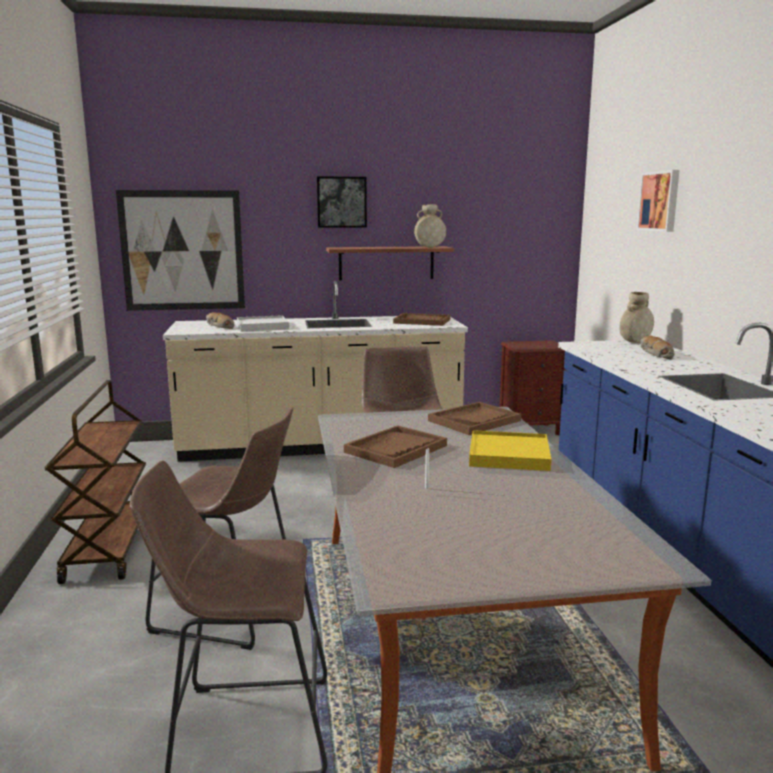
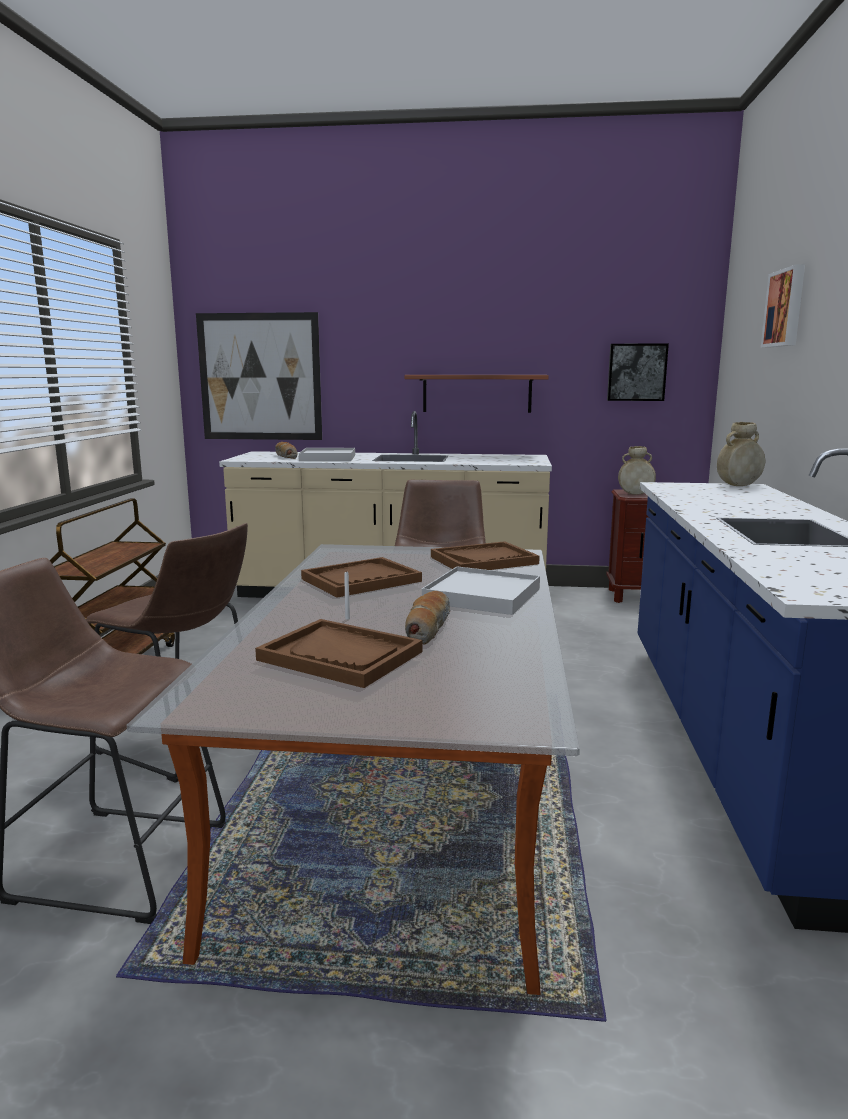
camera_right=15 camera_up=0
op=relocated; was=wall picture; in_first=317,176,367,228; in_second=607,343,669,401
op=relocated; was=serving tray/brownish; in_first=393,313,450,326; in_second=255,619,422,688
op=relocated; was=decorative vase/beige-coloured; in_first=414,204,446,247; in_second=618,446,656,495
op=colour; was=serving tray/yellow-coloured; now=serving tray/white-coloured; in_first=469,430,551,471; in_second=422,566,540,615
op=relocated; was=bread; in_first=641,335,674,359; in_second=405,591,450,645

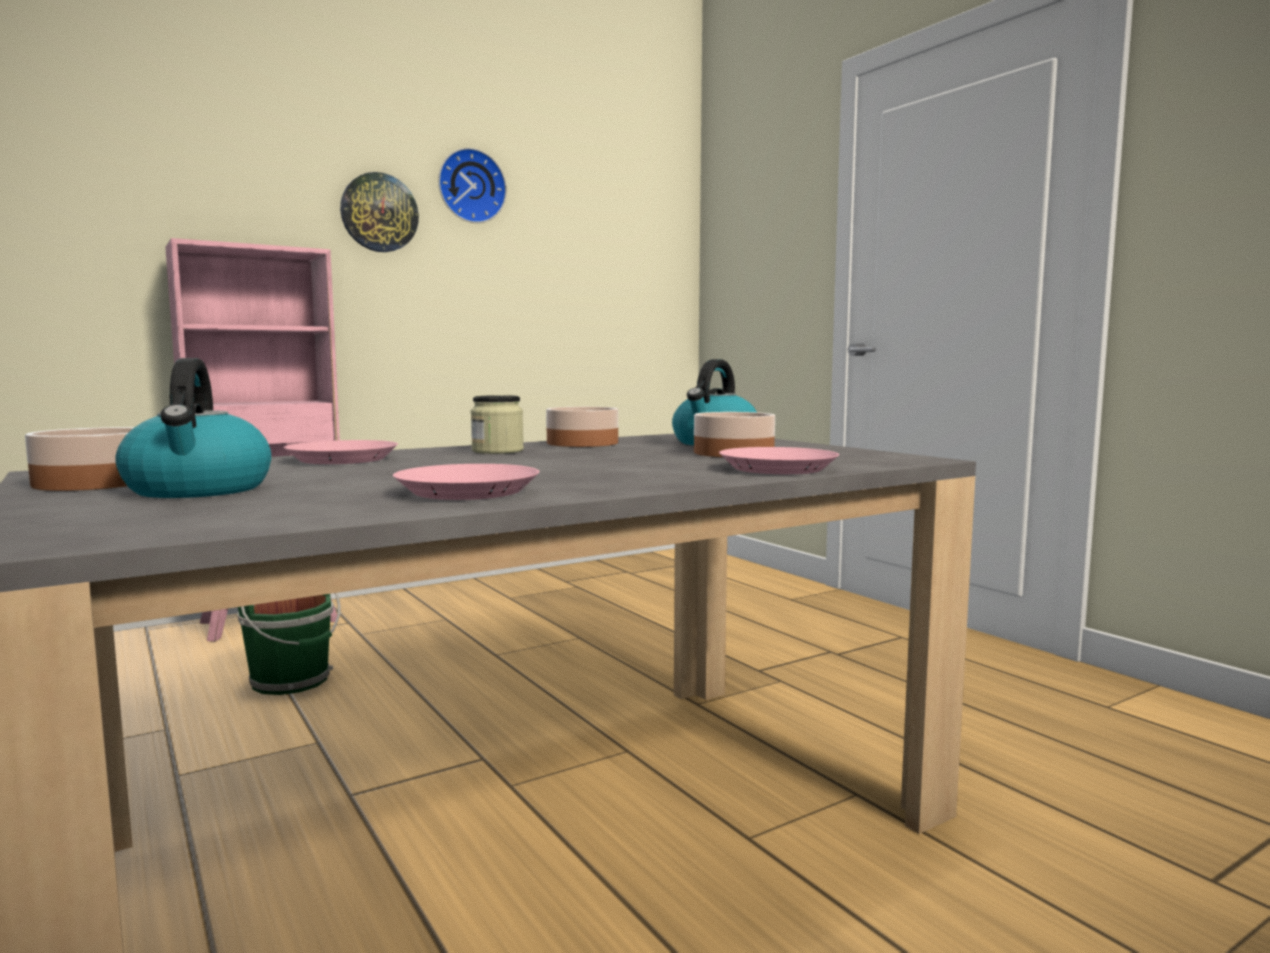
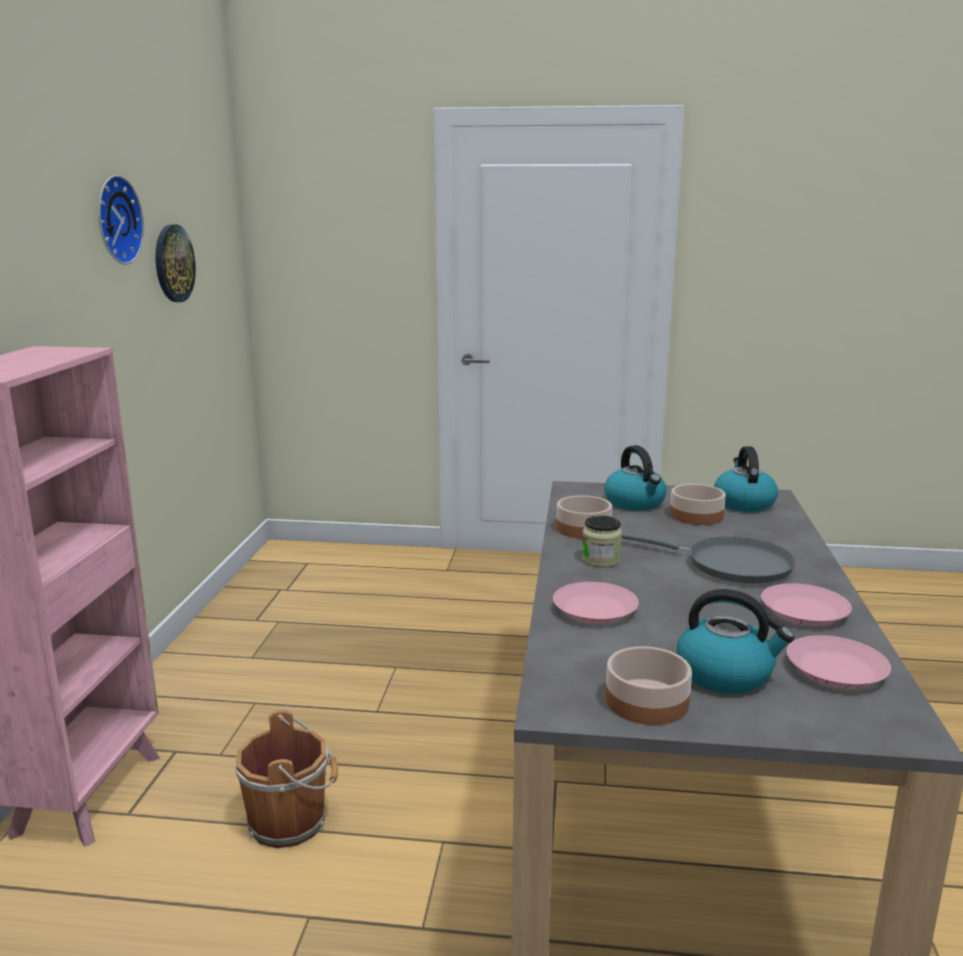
camera_right=-50 camera_up=10
op=colour; was=bucket/green-coloured; now=bucket/brownish; in_first=237,593,341,695; in_second=235,710,338,848
op=relocated; was=hanging clock; in_first=340,172,419,252; in_second=155,224,196,302
op=relocated; was=dinner plate/pink; in_first=719,447,839,474; in_second=787,635,891,689
op=appeared; now=pan/gray; in_second=622,532,796,584
op=appeared; now=tea kettle; in_second=714,446,778,512

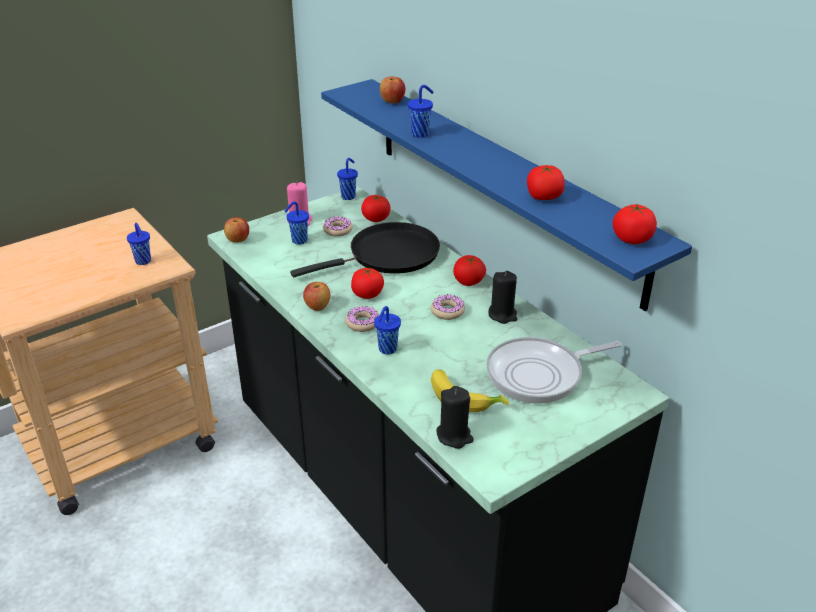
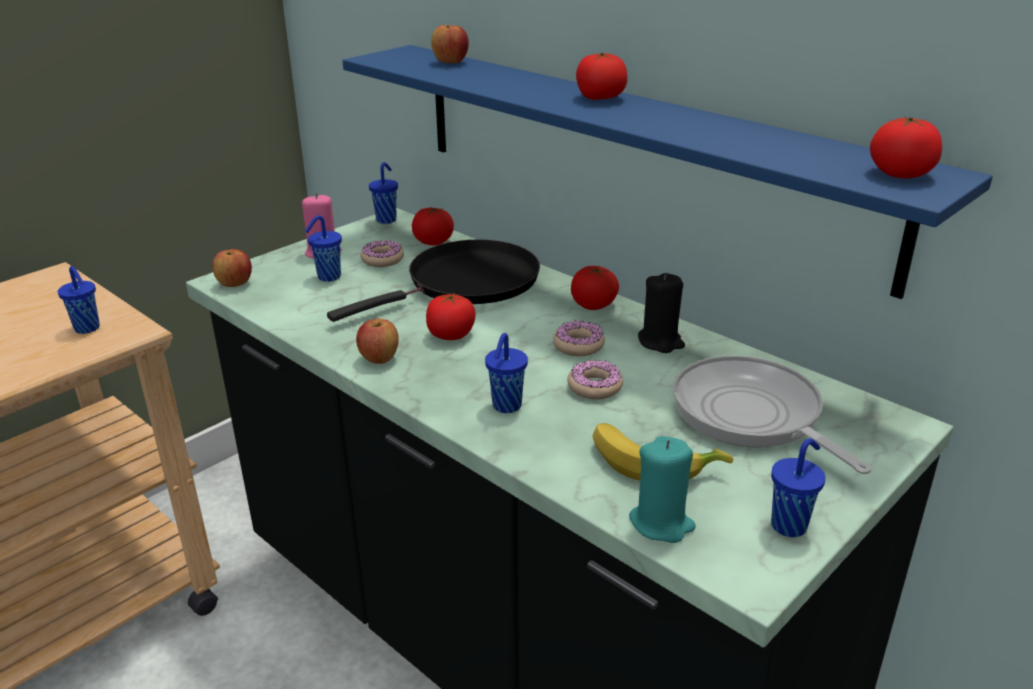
camera_right=-10 camera_up=-5
op=relocated; was=donut; in_first=345,306,379,332; in_second=567,360,623,399
op=relocated; was=cup/blue; in_first=408,85,433,138; in_second=771,438,826,537
op=colour; was=wax light/black-coloured; now=wax light/turquoise; in_first=436,386,474,449; in_second=629,436,696,543
op=spun; was=pan; in_first=486,337,622,404; in_second=673,355,872,474; clockwise=90
op=relocated; was=fresh tomato; in_first=527,165,565,200; in_second=576,53,627,100

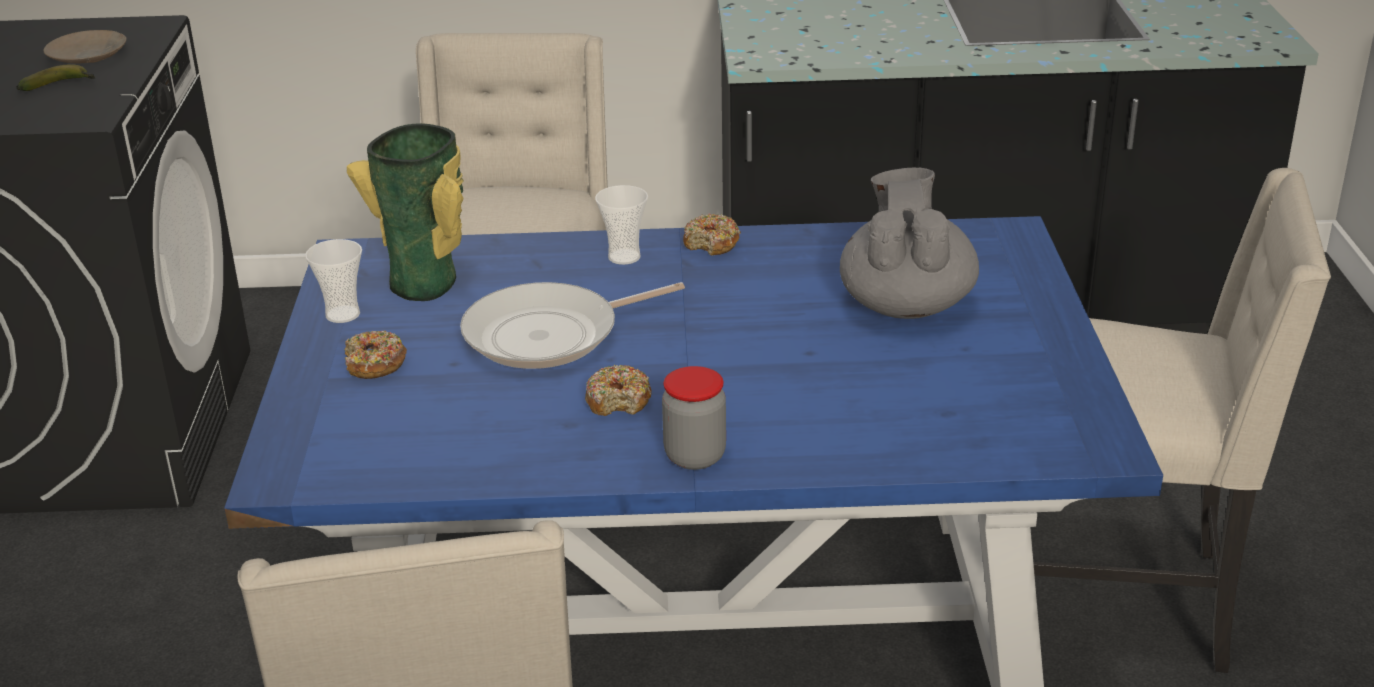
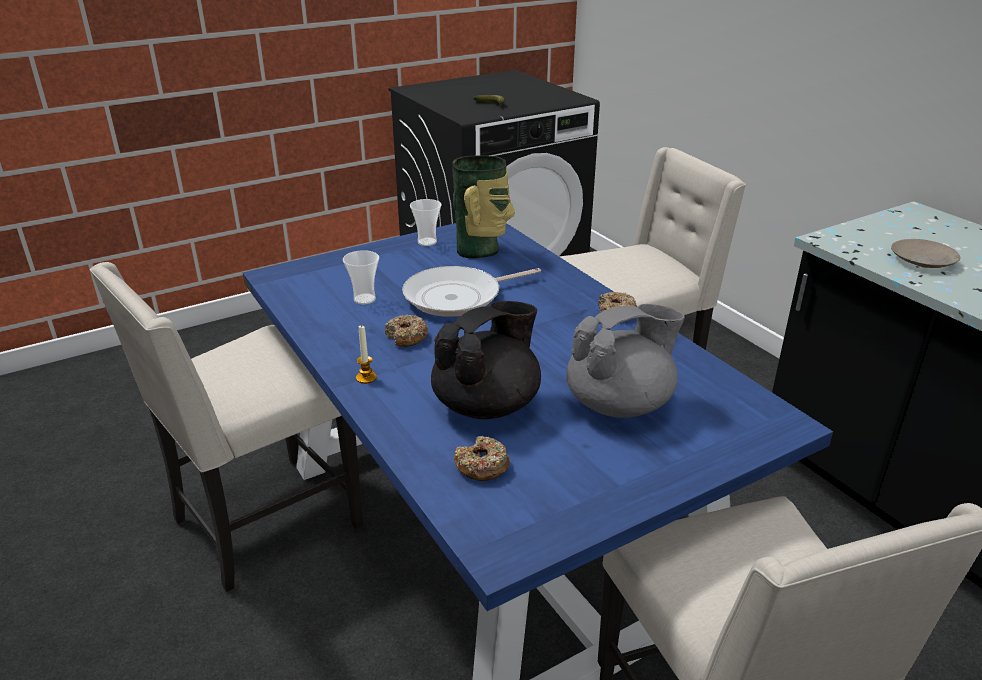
camera_right=60 camera_up=0
op=relocated; was=dinner plate/beige-coloured; in_first=44,30,126,63; in_second=891,239,960,268
op=relocated; was=donut; in_first=345,330,407,379; in_second=454,436,509,481
op=spun; was=pan; in_first=460,282,685,369; in_second=402,266,541,317; clockwise=-60
op=relocated; was=cup; in_first=595,185,648,265; in_second=343,250,379,305
op=exchanged; was=preserve jar; now=wax light; in_first=662,366,726,470; in_second=356,325,377,384
op=appeared; now=teapot/black-coloured; in_second=431,301,541,419

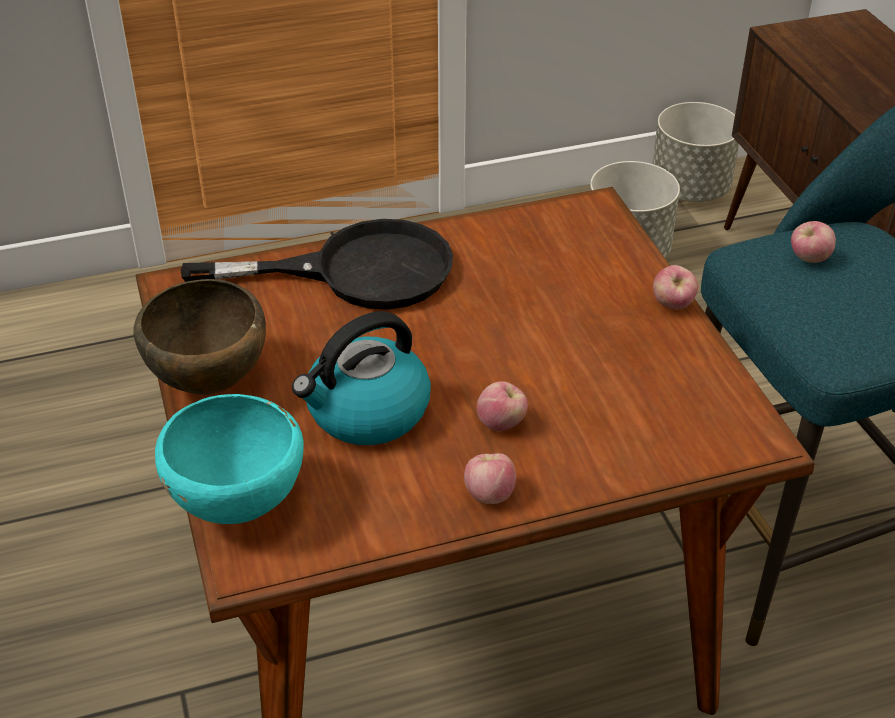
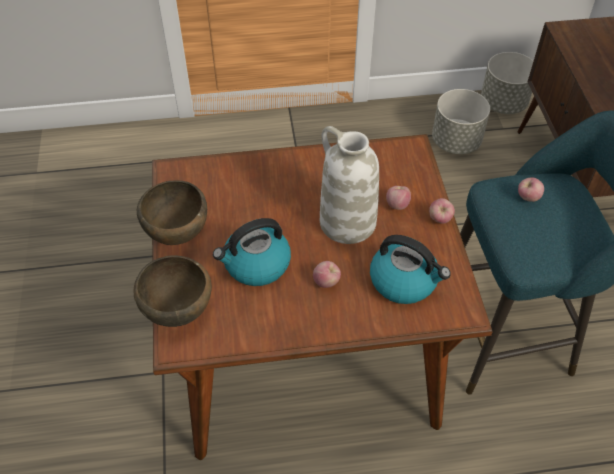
camera_right=10 camera_up=10
op=colour; was=serving bowl/turquoise; now=serving bowl/brownish; in_first=155,394,304,524; in_second=134,256,212,327
op=missing; was=pan/black-coloured; in_first=181,219,453,310
op=relocated; was=apple fruit; in_first=464,453,516,504; in_second=386,186,411,210
op=appeared; now=decorative vase/white-coloured; in_second=320,126,379,244
op=appeared; now=tea kettle; in_second=370,235,451,304

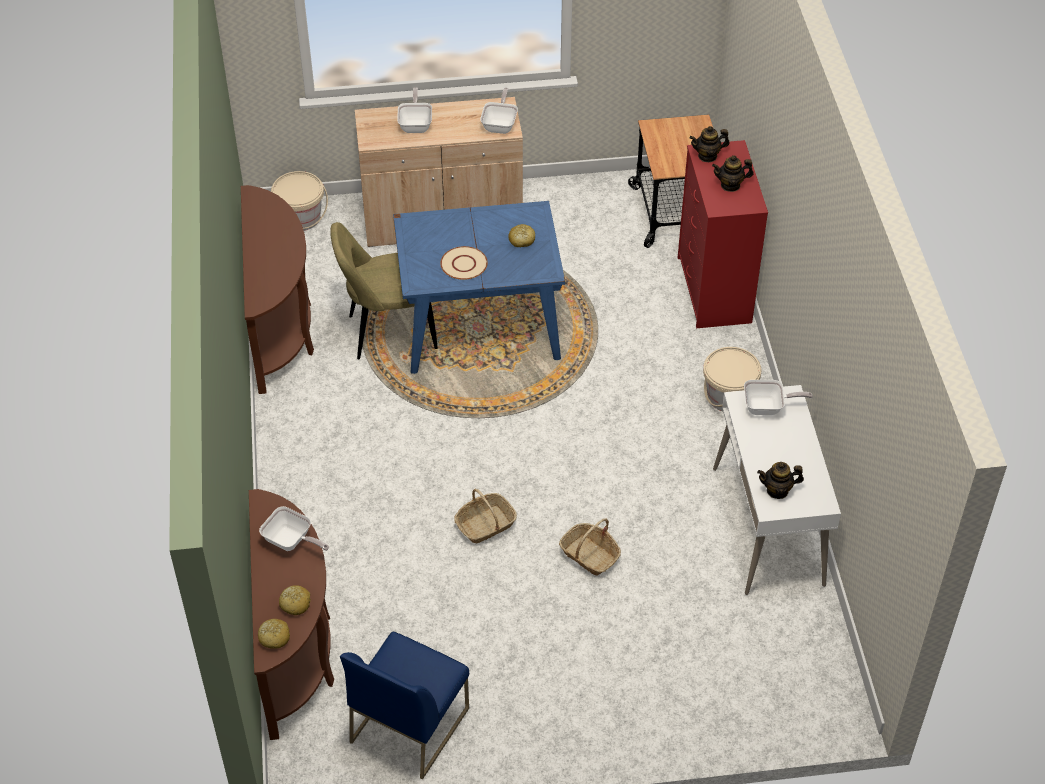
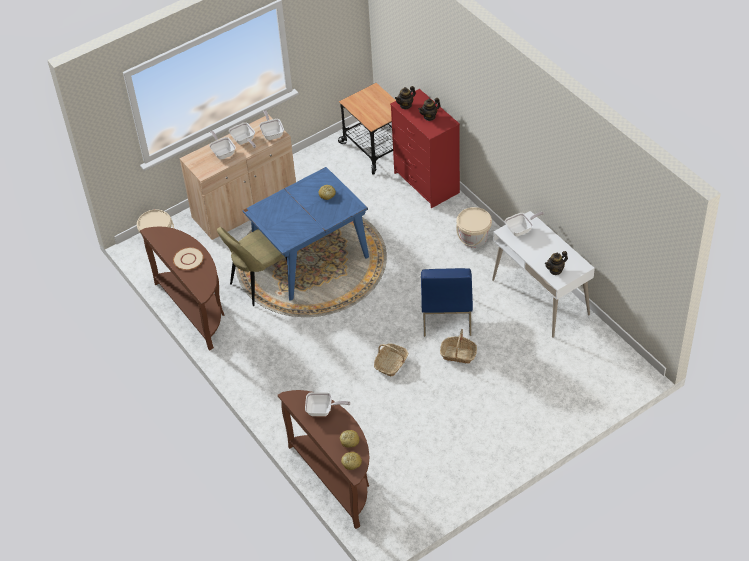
camera_right=-25 camera_up=0
op=relocated; was=chair/blue; in_first=340,632,469,779; in_second=421,268,473,337
op=relocated; was=dinner plate/beige-coloured; in_first=440,246,488,280; in_second=173,247,204,270
op=appeared; now=pan; in_second=229,122,256,148

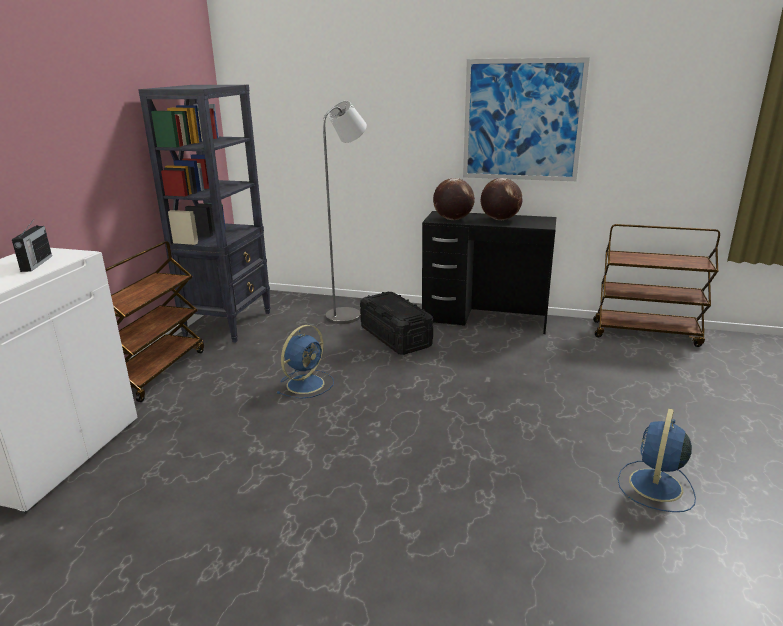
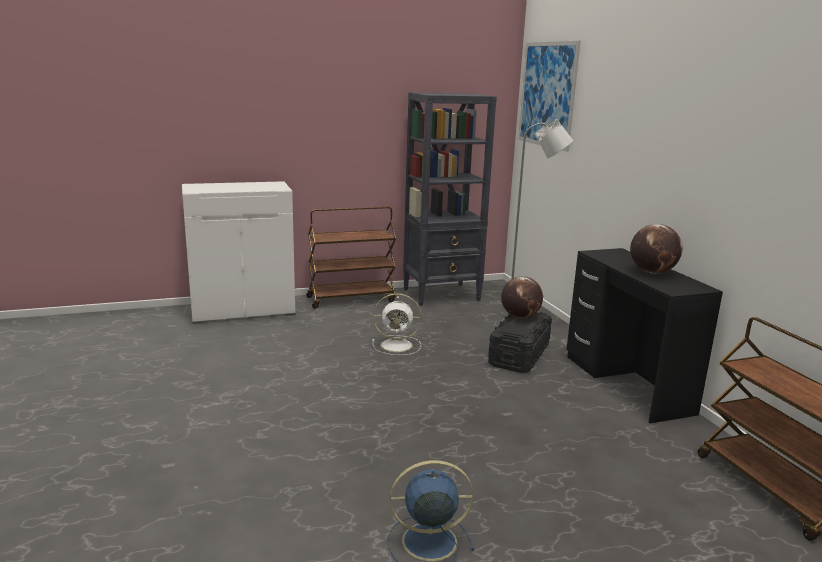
camera_right=55 camera_up=-5
op=missing; was=radio set; in_first=12,218,52,272
op=colour; was=fan/blue; now=fan/white-coloured; in_first=276,325,334,399; in_second=372,293,422,355
op=relocated; was=globe; in_first=433,178,475,220; in_second=501,276,543,318
op=relocated; was=wall picture; in_first=463,57,590,181; in_second=518,41,581,152

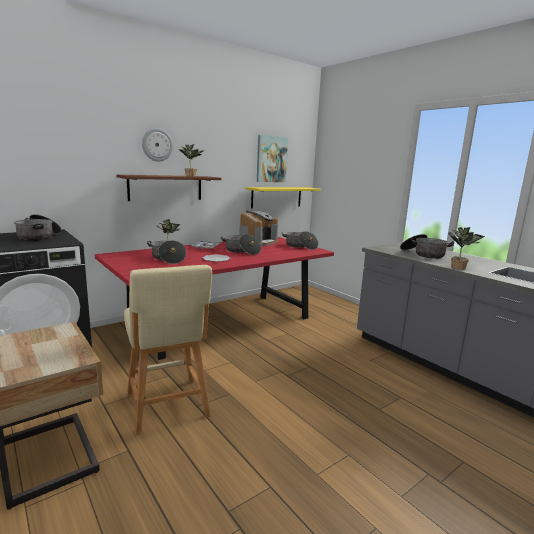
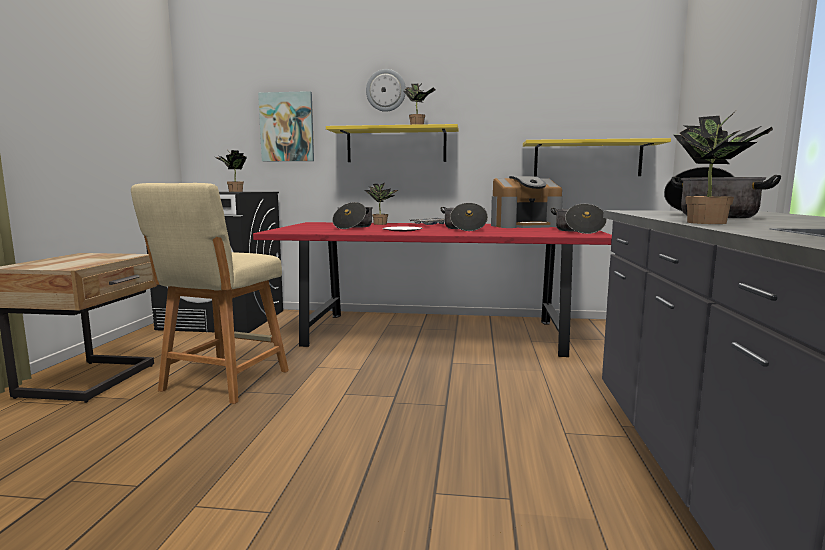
camera_right=45 camera_up=-5
op=exchanged; was=cooking pot; now=potted plant; in_first=14,214,62,241; in_second=215,150,247,192
op=colour; was=bracket shelf/brownish; now=bracket shelf/yellow-coloured; in_first=116,175,221,201; in_second=326,124,459,162
op=relocated; was=wall picture; in_first=257,135,288,182; in_second=258,91,314,161

